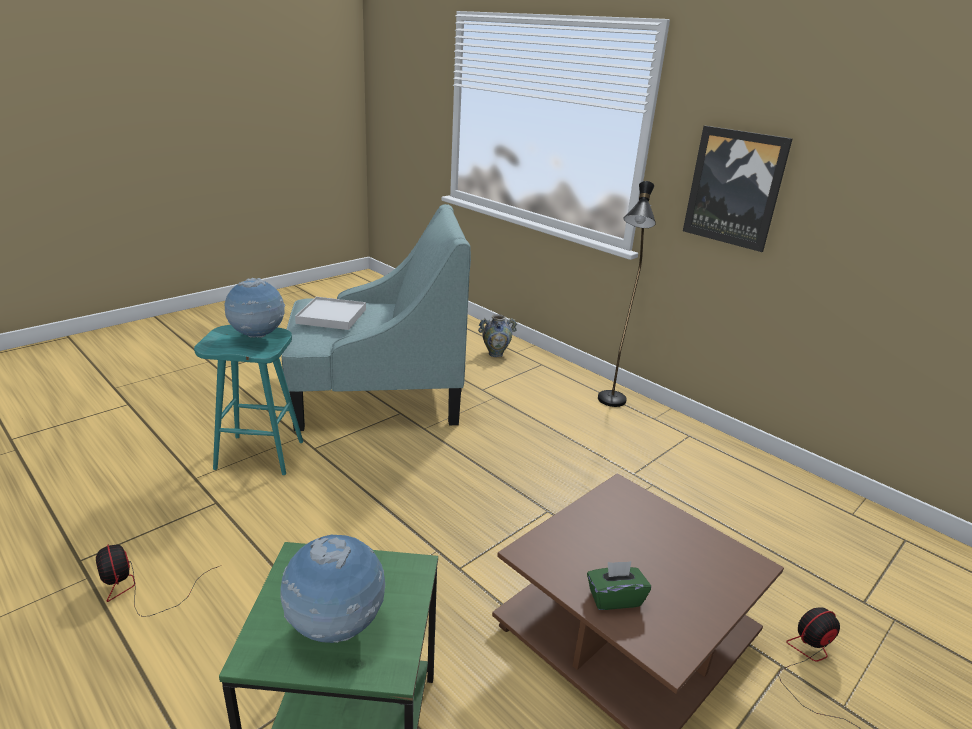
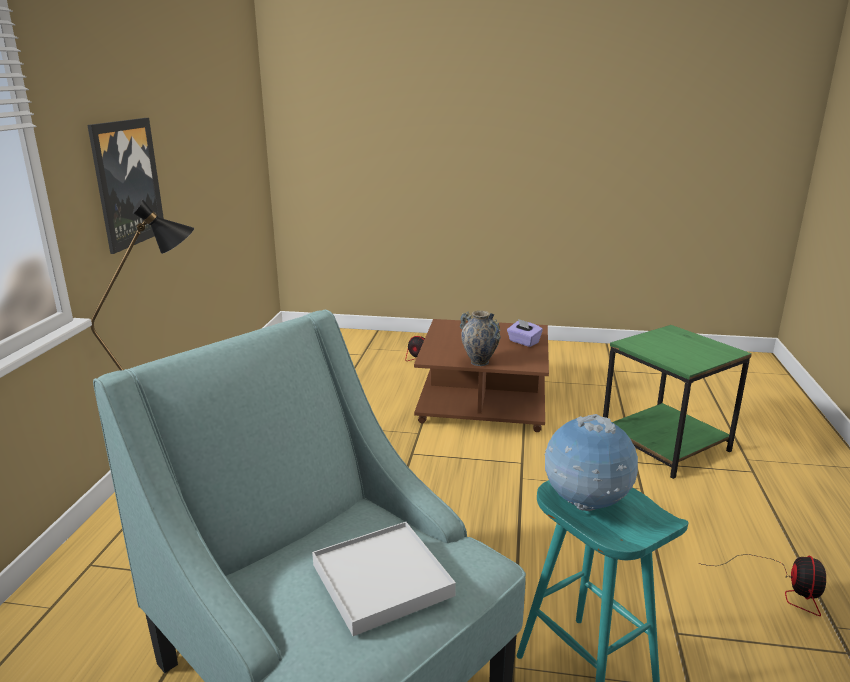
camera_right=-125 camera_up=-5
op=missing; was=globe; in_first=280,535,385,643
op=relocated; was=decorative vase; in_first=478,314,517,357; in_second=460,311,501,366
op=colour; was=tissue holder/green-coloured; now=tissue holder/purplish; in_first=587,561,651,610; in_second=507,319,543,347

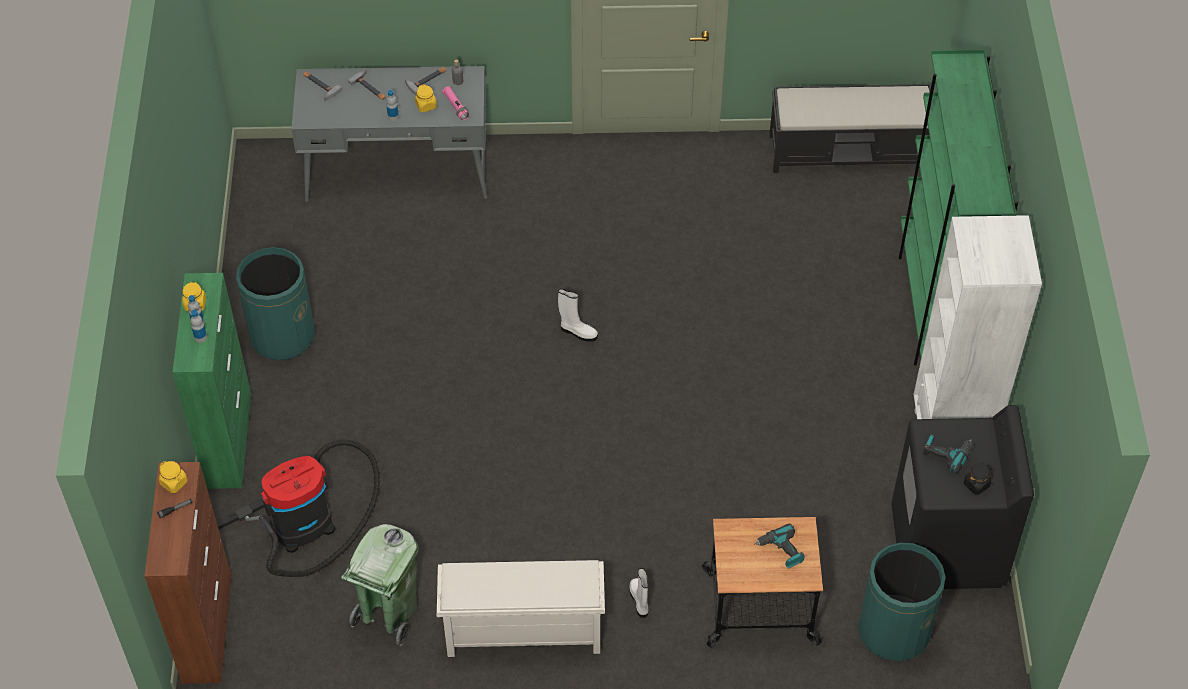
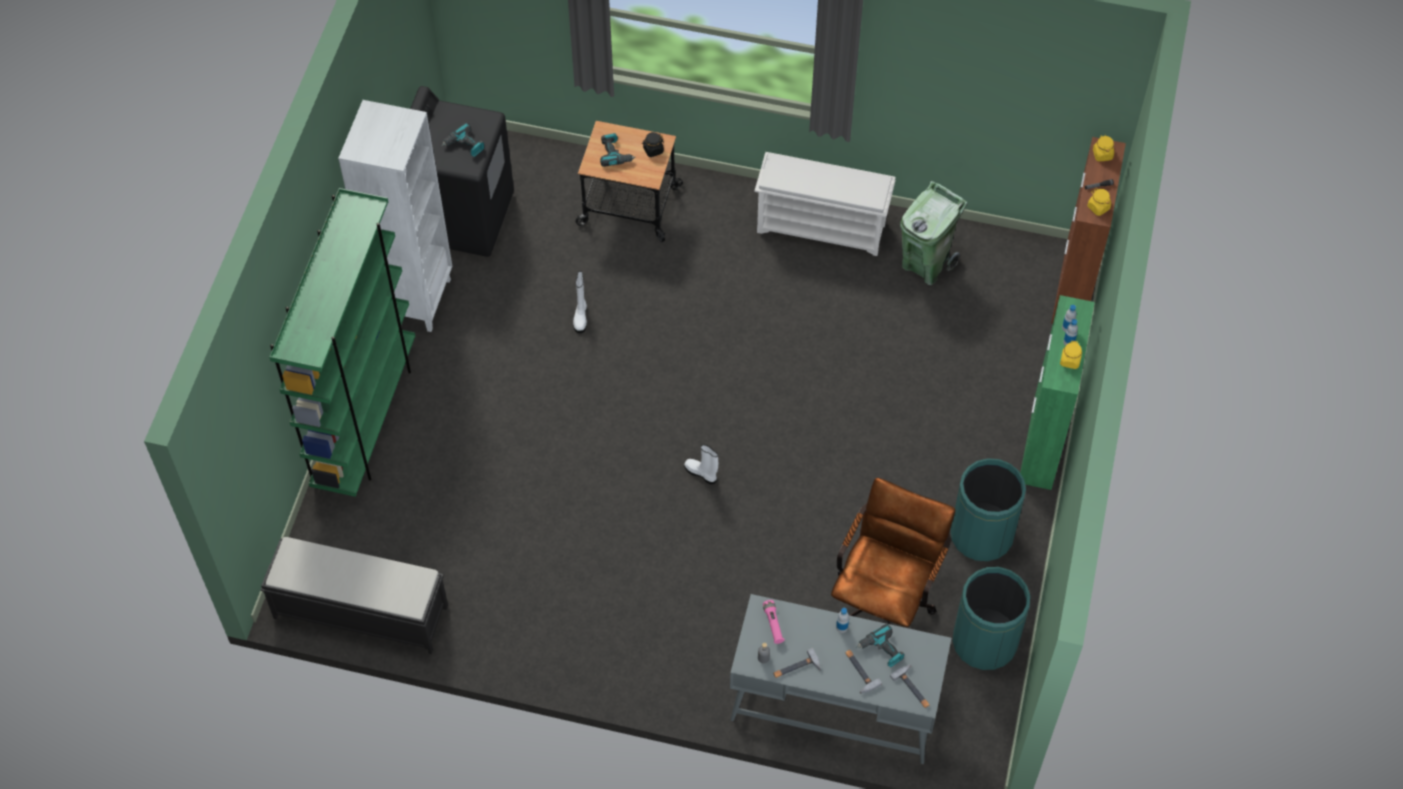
camera_right=-165 camera_up=5
op=missing; was=hoover; in_first=216,439,380,577
op=relocated; was=preserve jar/yellow-coloured; in_first=415,84,437,112; in_second=1093,135,1114,161
op=relocated; was=boot/white-coloured; in_first=629,568,649,618; in_second=573,271,587,333
op=relocated; was=rubbish bin/green-coloured; in_first=858,543,945,661; in_second=953,567,1030,670
op=relocated; was=preserve jar/black-coloured; in_first=964,464,991,495; in_second=642,132,664,157
op=appeared; now=desk chair/brownish; in_second=831,478,955,627
op=appeared; now=drill; in_second=856,624,904,667

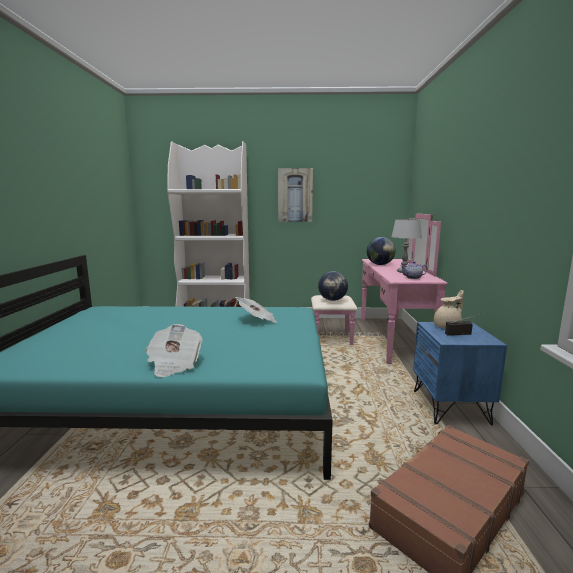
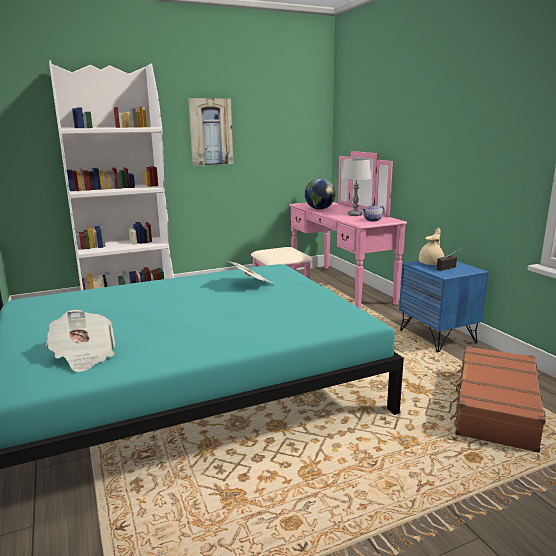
camera_right=-25 camera_up=5
op=relocated; was=printed paper; in_first=146,324,203,377; in_second=46,310,115,372
op=missing; was=globe; in_first=318,271,348,301

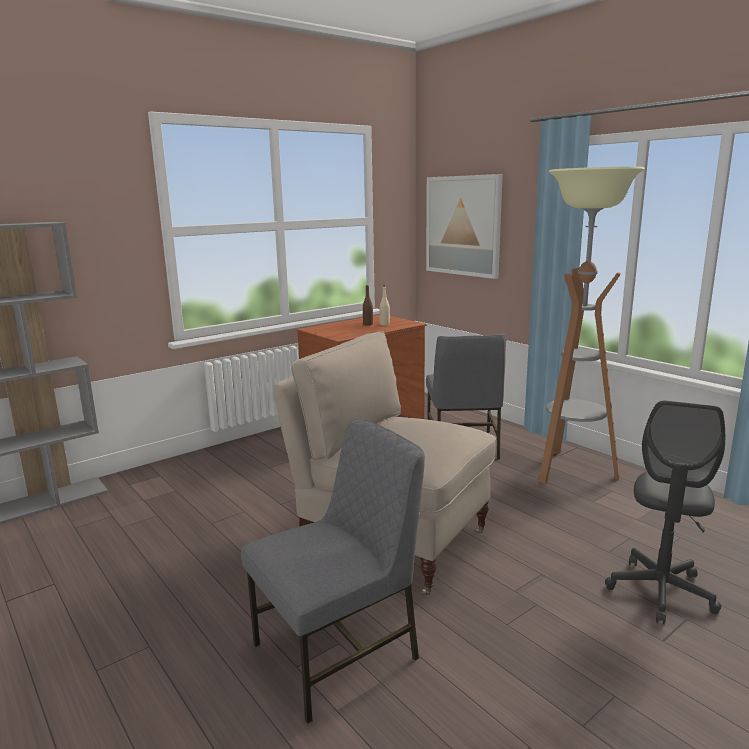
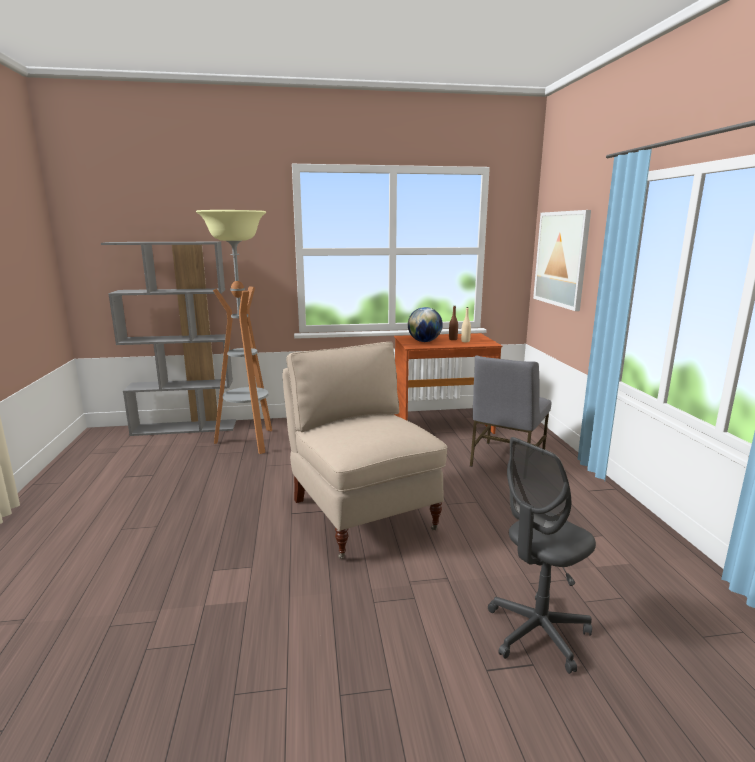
camera_right=30 camera_up=0
op=missing; was=chair/gray; in_first=241,419,425,724
op=relocated; was=standard lamp; in_first=539,167,645,484; in_second=196,210,272,454
op=appeared; now=globe; in_second=408,307,443,342

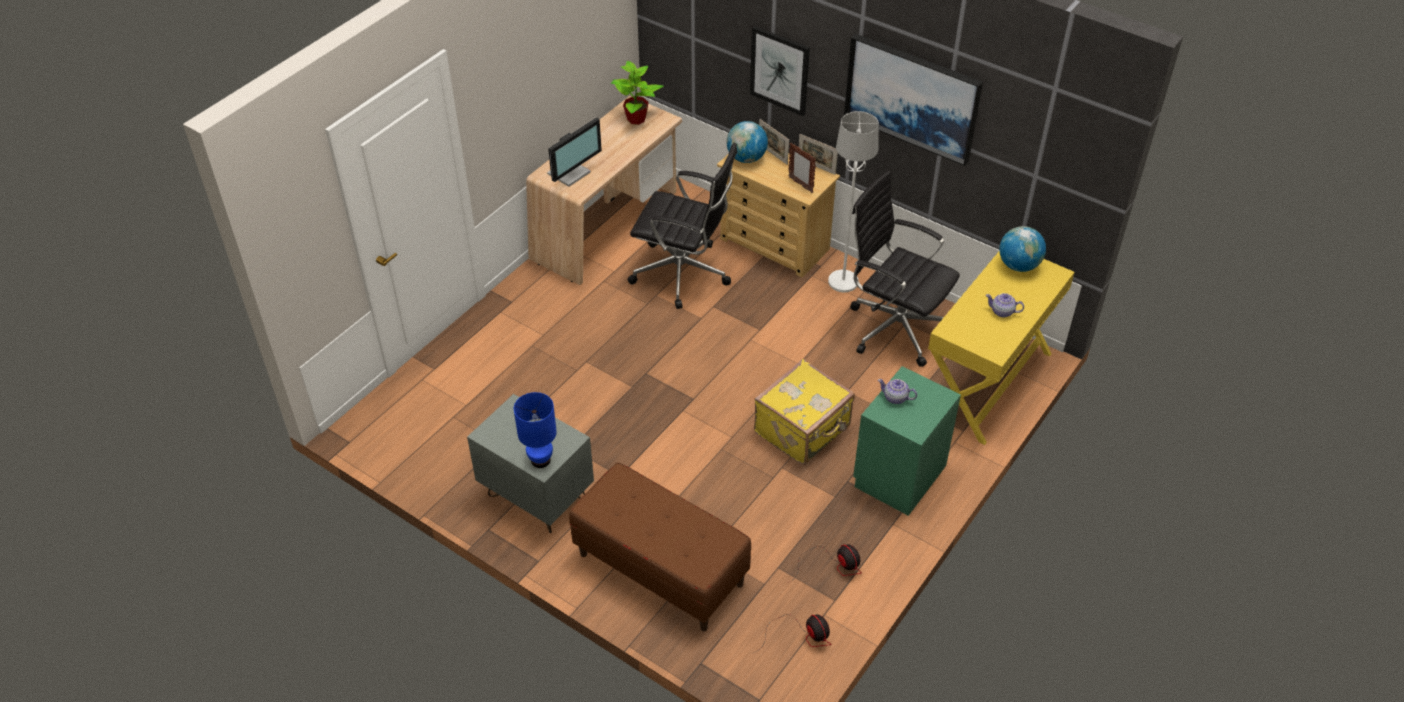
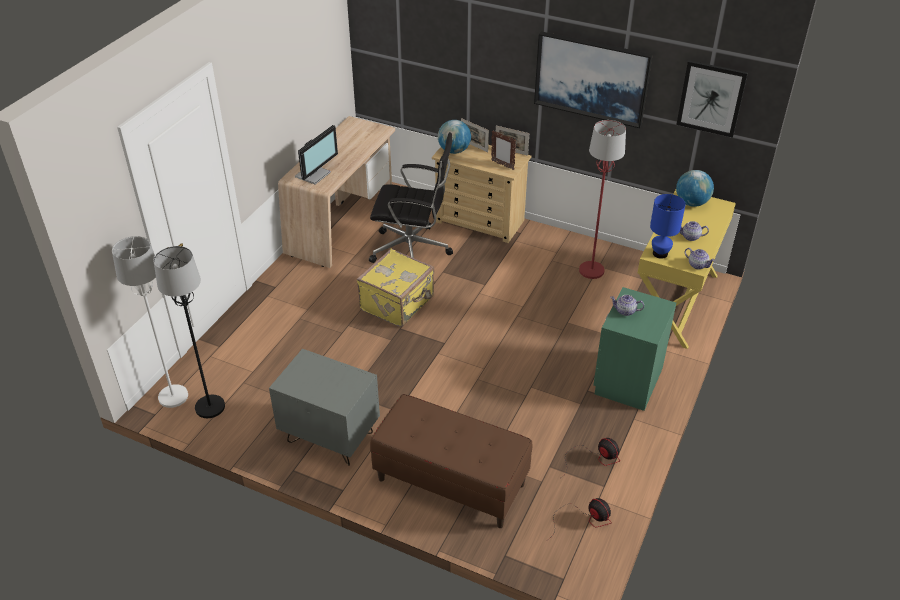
camera_right=-10 camera_up=-5
op=relocated; was=lamp for a table/blue; in_first=514,392,557,468; in_second=650,194,686,259
op=missing; was=potted plant; in_first=611,61,664,125
op=relocated; was=wall picture; in_first=750,26,810,116; in_second=676,60,748,138
op=relocated; was=suitcase/yellow-coloured; in_first=754,359,855,465; in_second=357,248,434,327
op=relocated; was=standard lamp/white-coloured; in_first=828,111,879,292; in_second=112,236,188,408
op=exchanged; was=desk chair/black-coloured; now=standard lamp/red-coloured; in_first=850,171,960,367; in_second=579,120,626,279
op=appeared; now=standard lamp/black-coloured; in_second=154,246,225,418
op=appeared; now=teapot; in_second=685,248,715,269

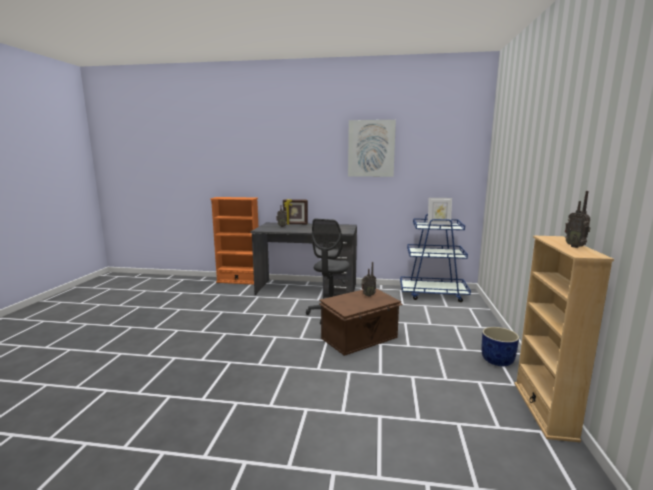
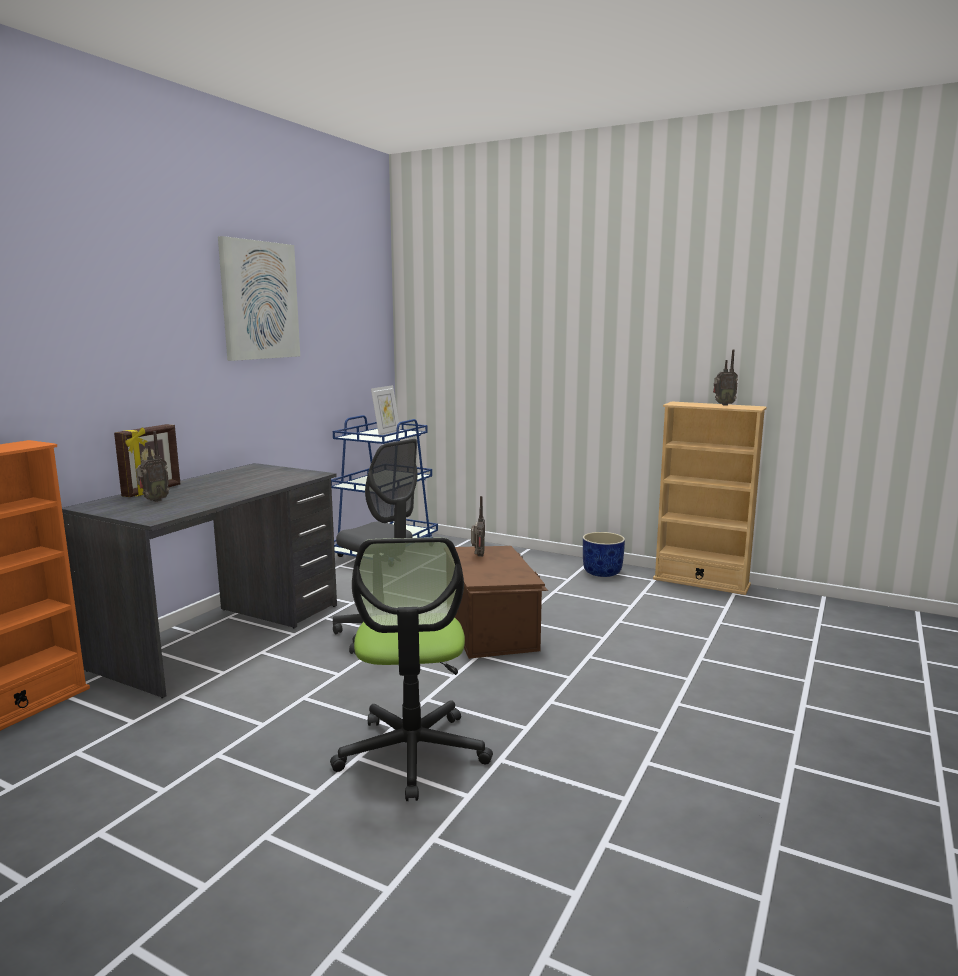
camera_right=-70 camera_up=0
op=appeared; now=desk chair; in_second=330,537,493,801

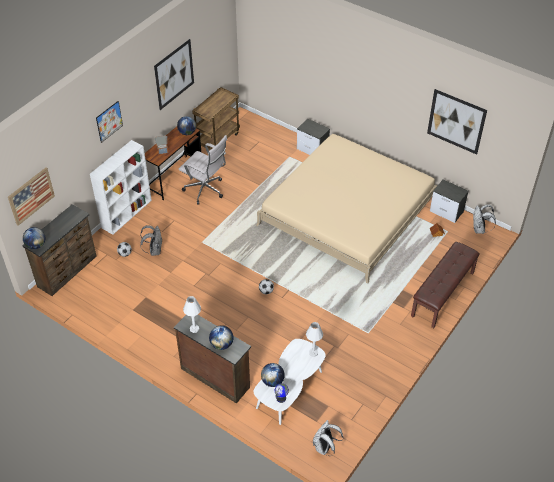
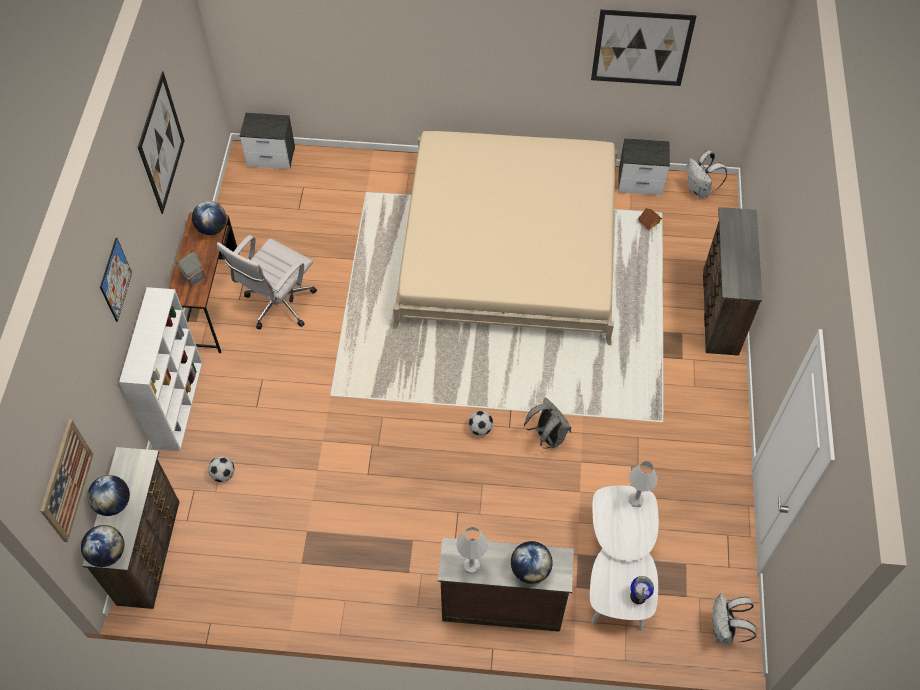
camera_right=-30 camera_up=10
op=relocated; was=knapsack/gray; in_first=140,225,162,256; in_second=524,398,571,449
op=spun; was=desk chair/white-coloured; in_first=179,135,227,205; in_second=217,235,317,330; clockwise=120
op=missing; was=cart/brownish; in_first=192,87,240,150
op=relocated; was=globe; in_first=261,363,285,387; in_second=87,475,130,516
op=relocated; was=nightstand; in_first=297,119,330,155; in_second=240,113,295,169
op=exchanged; was=indoor bench/brownish; now=chest of drawers/brownish; in_first=411,242,480,328; in_second=703,207,762,356

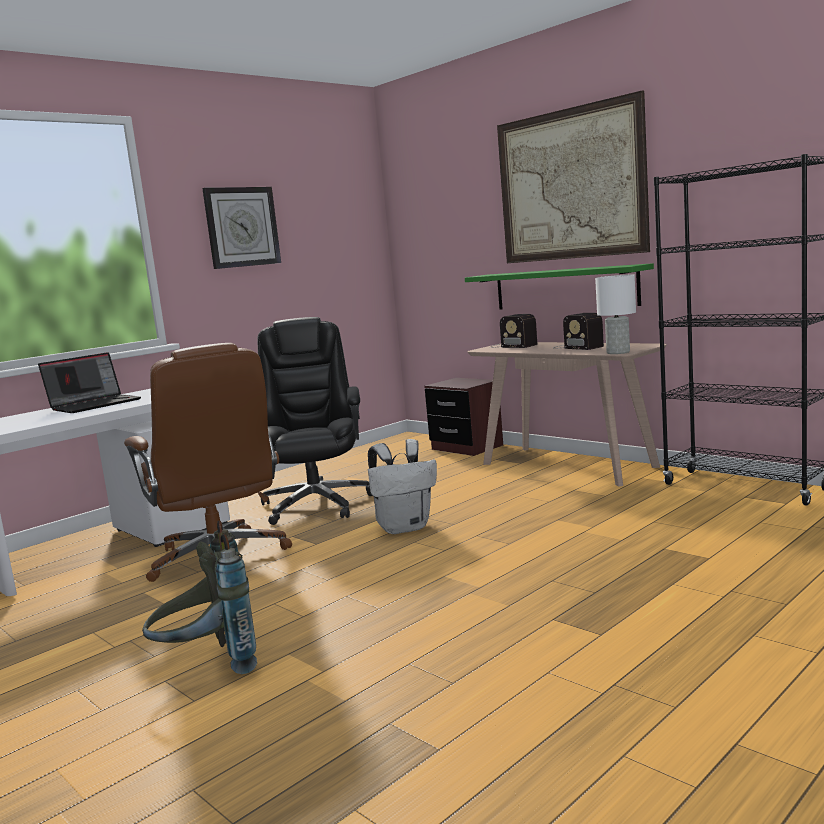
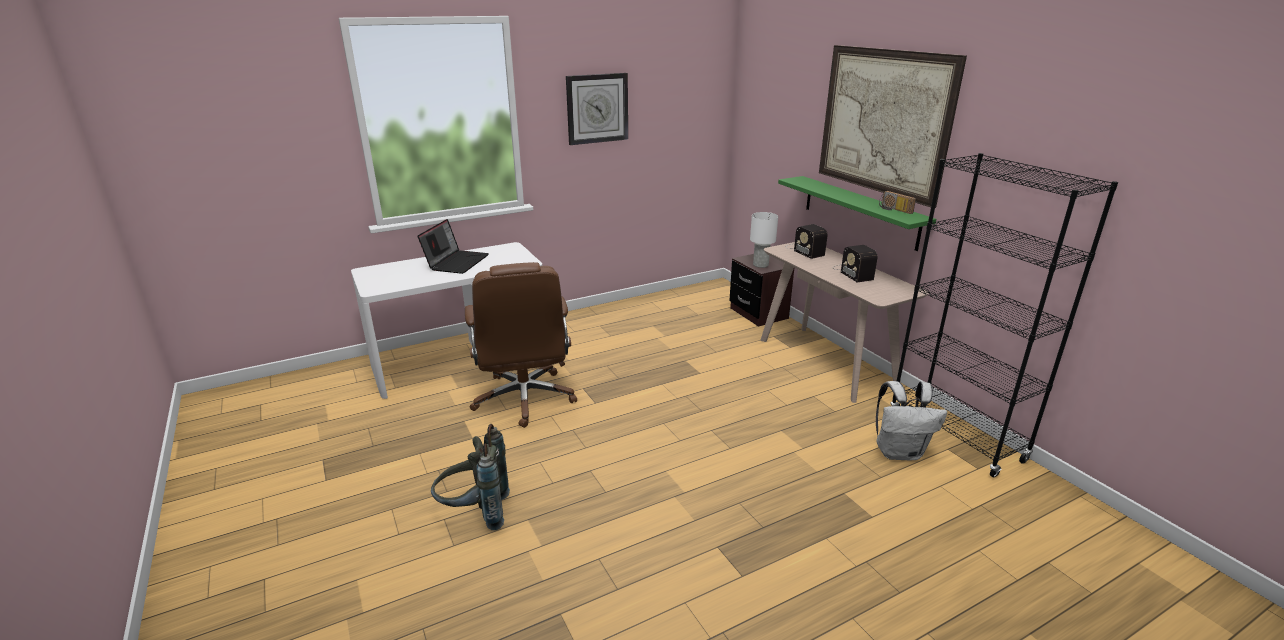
camera_right=15 camera_up=15
op=spun; was=laptop; in_first=38,352,141,413; in_second=417,219,489,274; clockwise=-45
op=missing; was=desk chair/black-coloured; in_first=258,317,373,525
op=relocated; was=knapsack/white-coloured; in_first=368,439,437,534; in_second=876,381,947,460
op=relocated; was=lamp for a table/white-coloured; in_first=595,274,636,354; in_second=750,212,778,268
op=appeared; now=radio set; in_second=879,191,916,214

